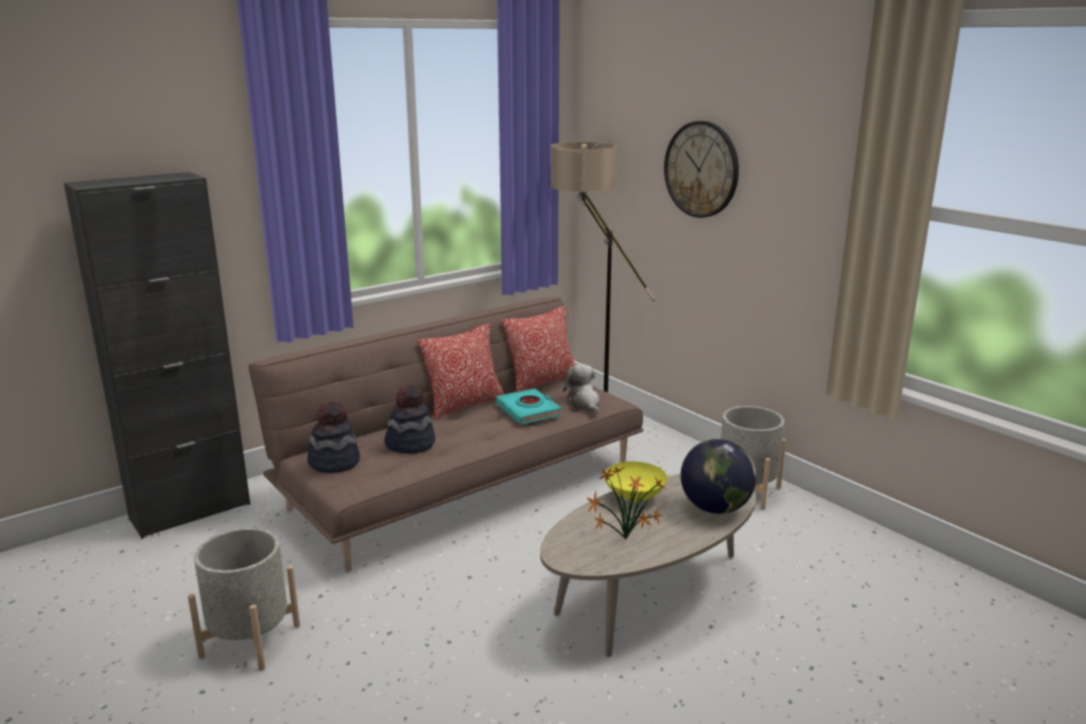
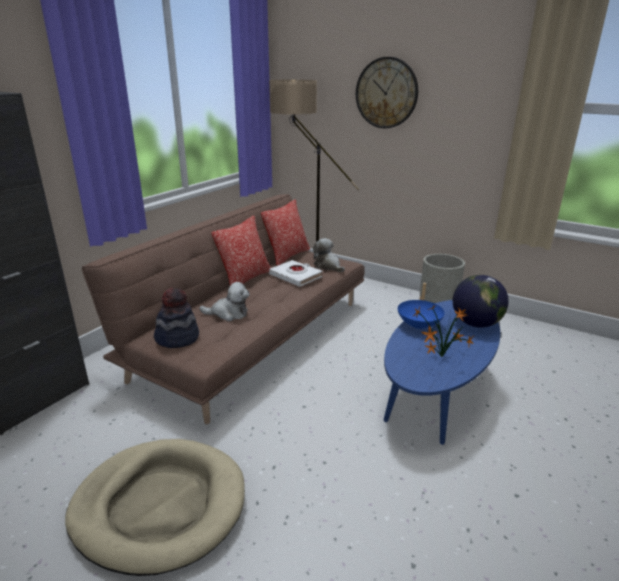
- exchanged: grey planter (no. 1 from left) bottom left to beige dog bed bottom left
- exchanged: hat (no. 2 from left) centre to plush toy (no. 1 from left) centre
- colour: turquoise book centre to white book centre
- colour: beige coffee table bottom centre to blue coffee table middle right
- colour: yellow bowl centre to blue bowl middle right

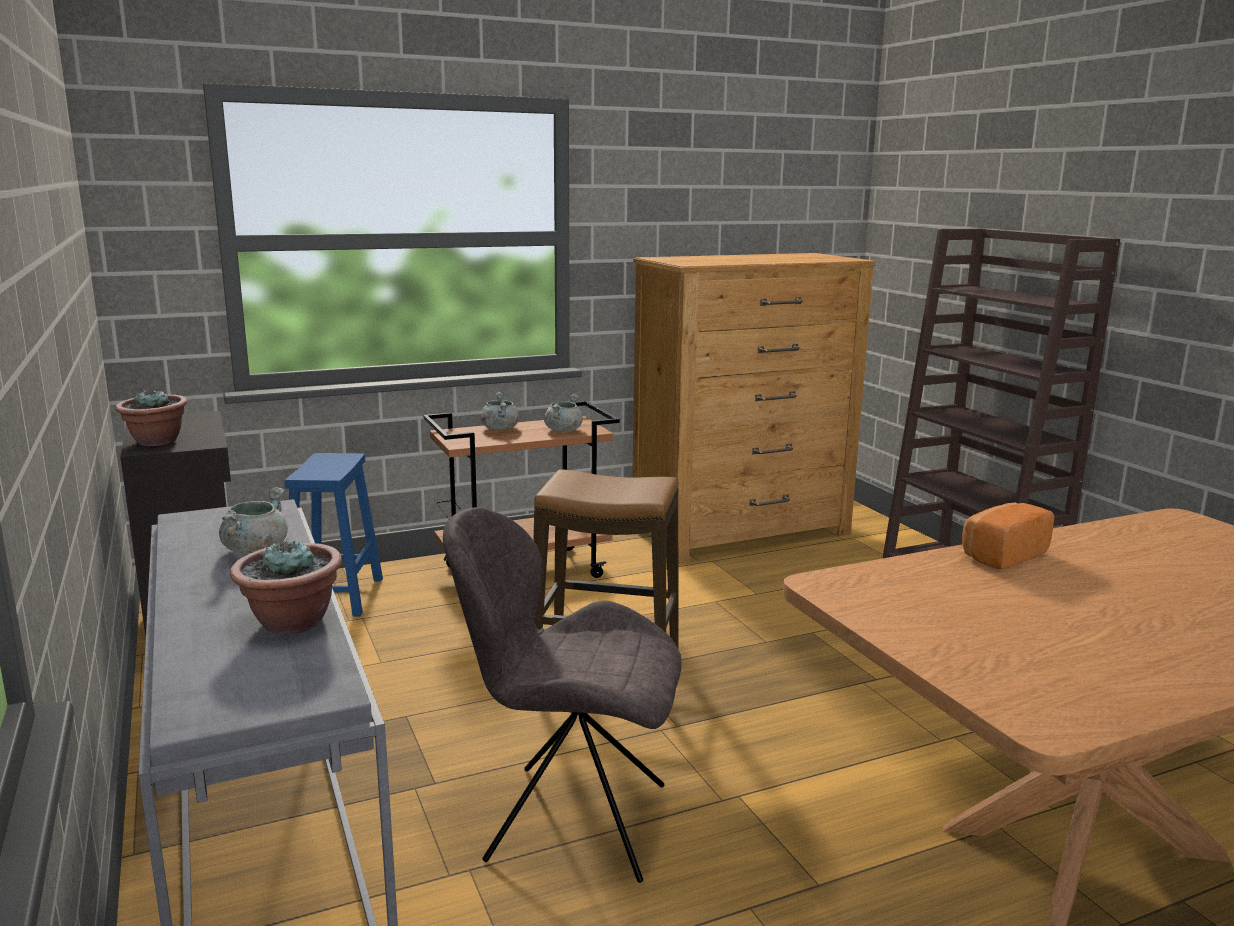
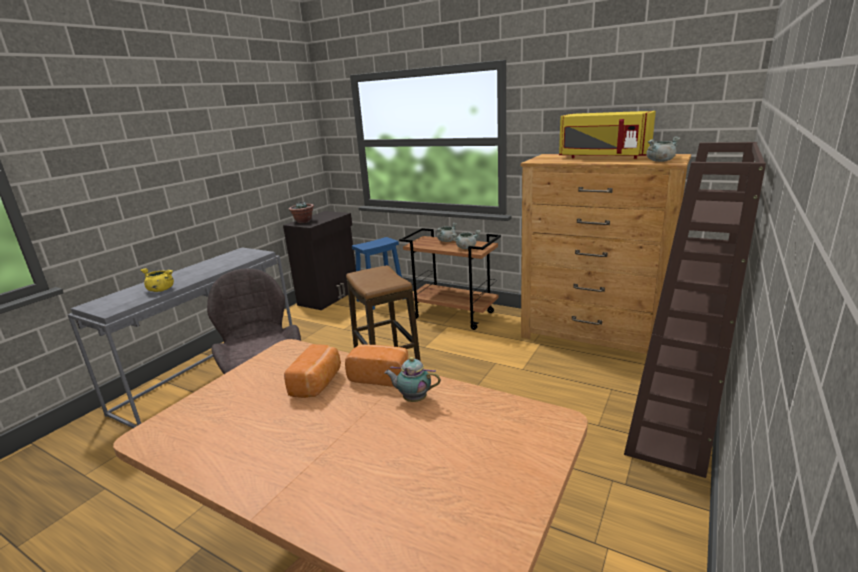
- appeared: bread (no. 1 from left) centre
- appeared: teapot centre
- appeared: yellow microwave top right
- relocated: grey cooking pot (no. 1 from left in the first image) middle left to grey cooking pot (no. 3 from left) top right
- exchanged: potted plant (no. 2 from left) middle left to yellow cooking pot middle left

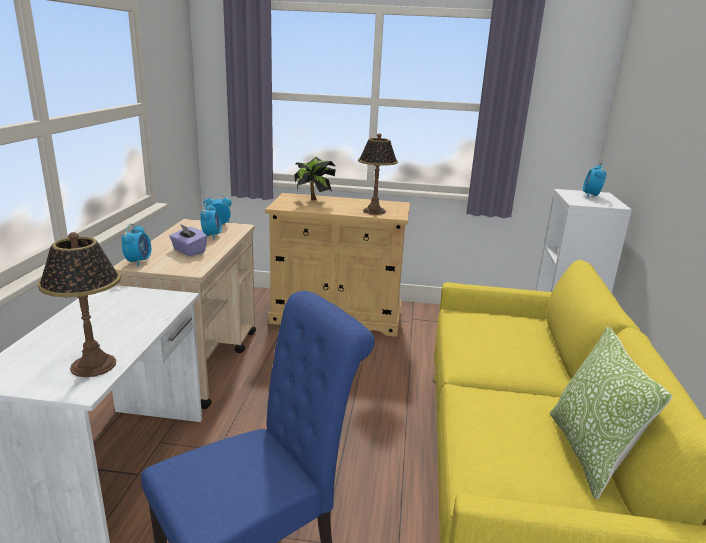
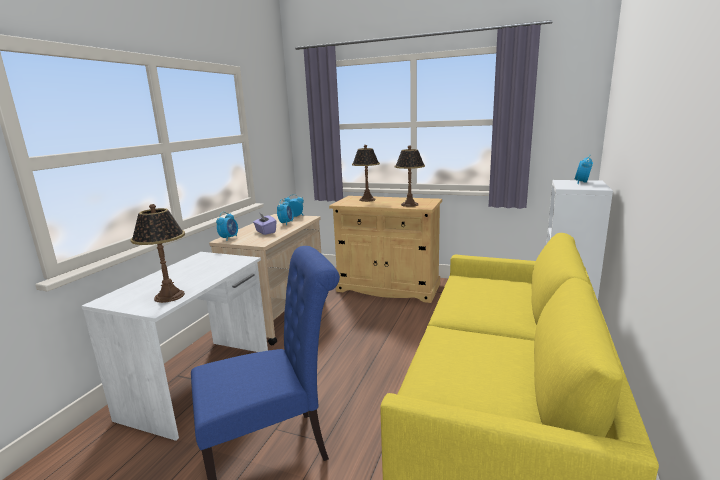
- missing: pillow bottom right
- exchanged: potted plant top centre to table lamp (no. 2 from left) centre

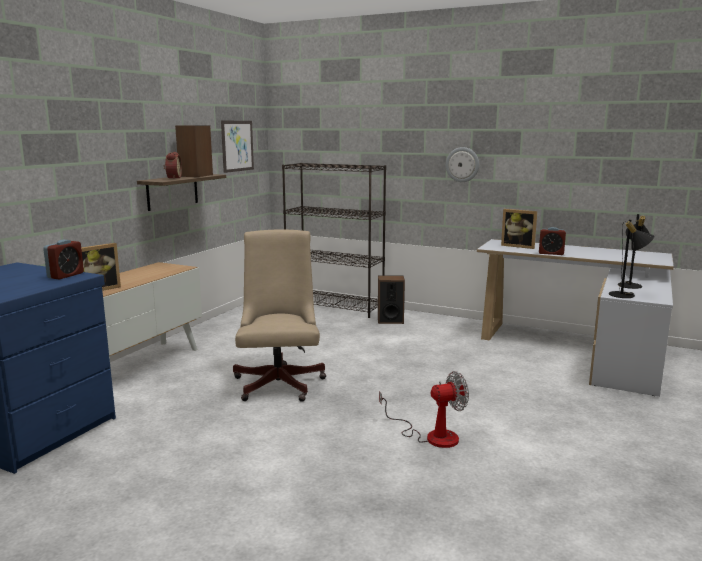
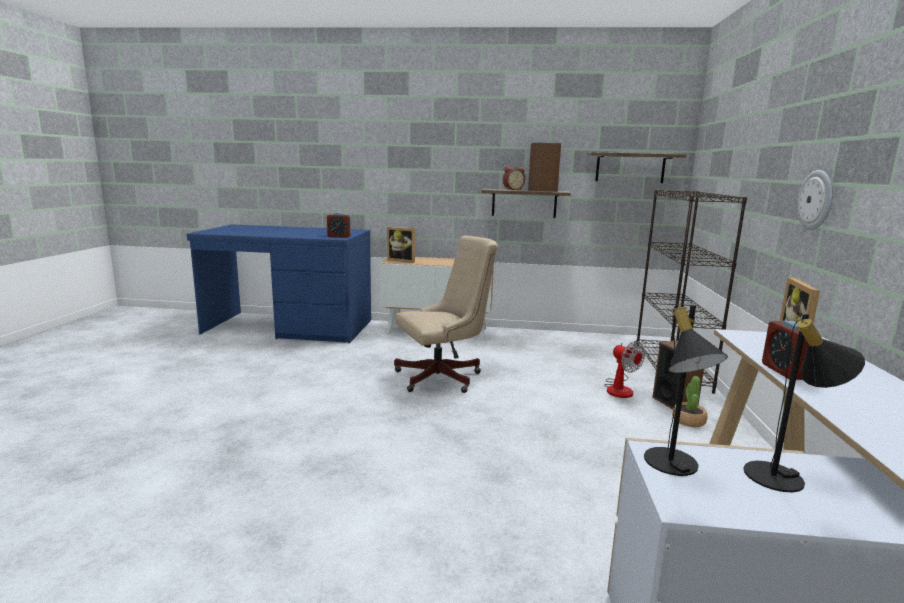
- appeared: potted plant middle right
- relocated: fan bottom centre to middle right
- exchanged: picture top centre to shelf (no. 2 from left) top right

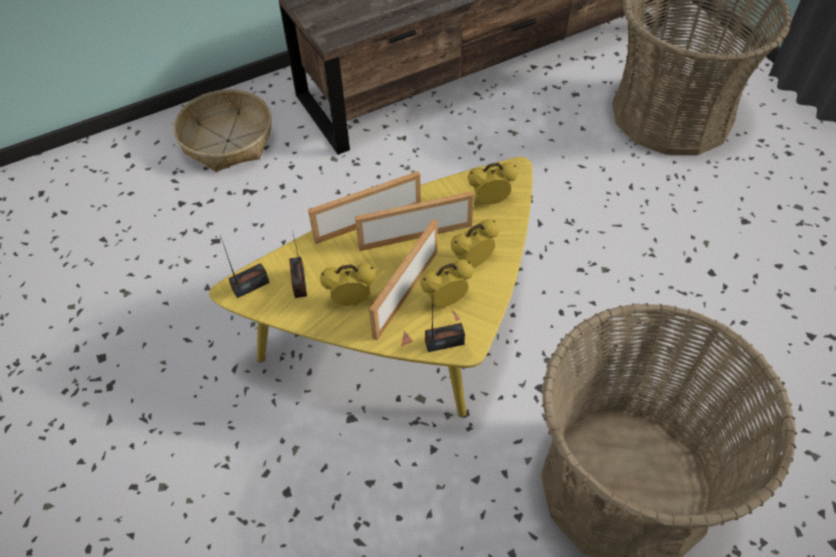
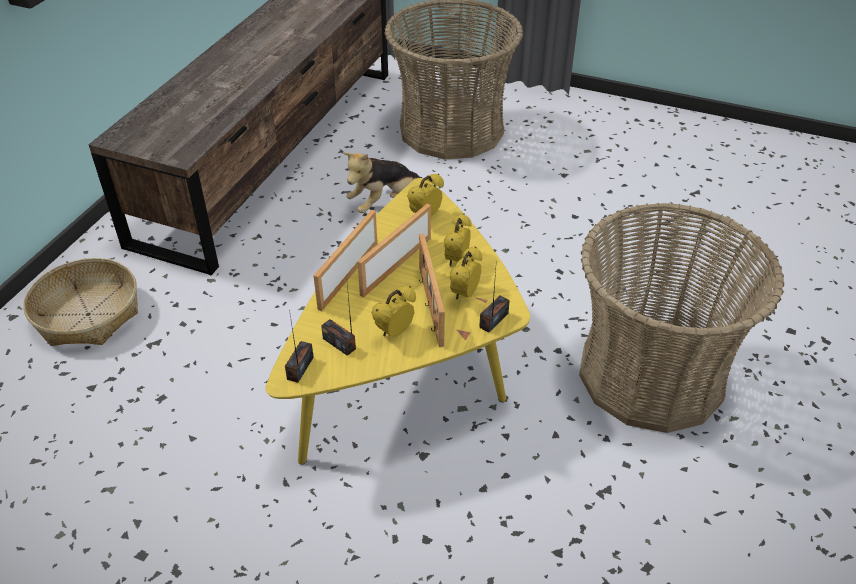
- appeared: plush toy top centre

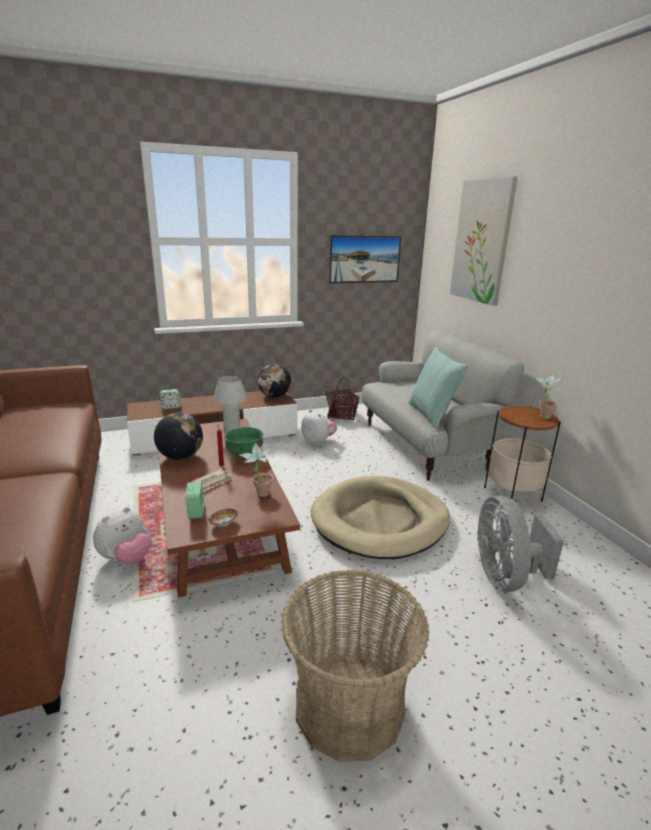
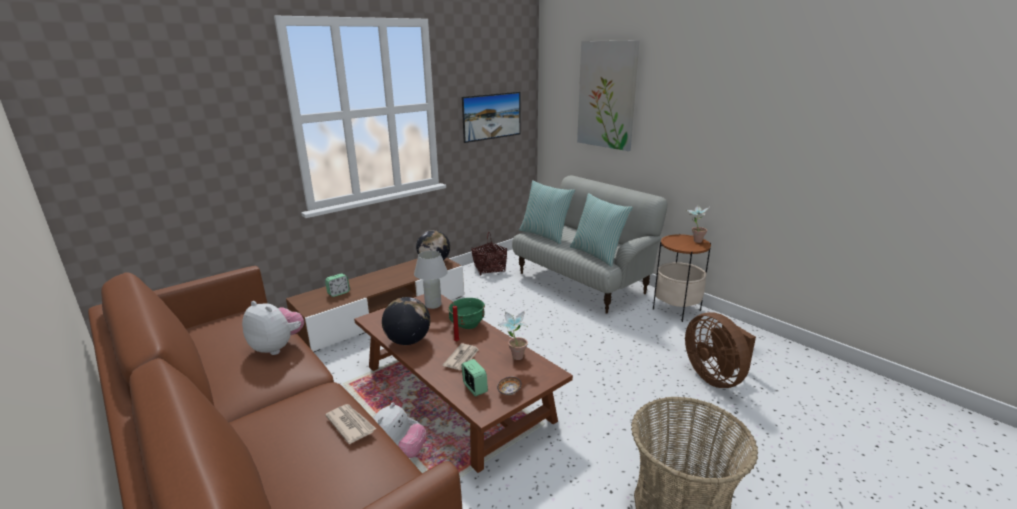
- missing: beige dog bed centre
- appeared: newspaper (no. 1 from left) bottom centre
- appeared: pillow (no. 1 from left) centre
- relocated: plush toy (no. 2 from left in the first image) centre to plush toy (no. 1 from left) middle left
- colour: grey fan middle right to brown fan bottom right

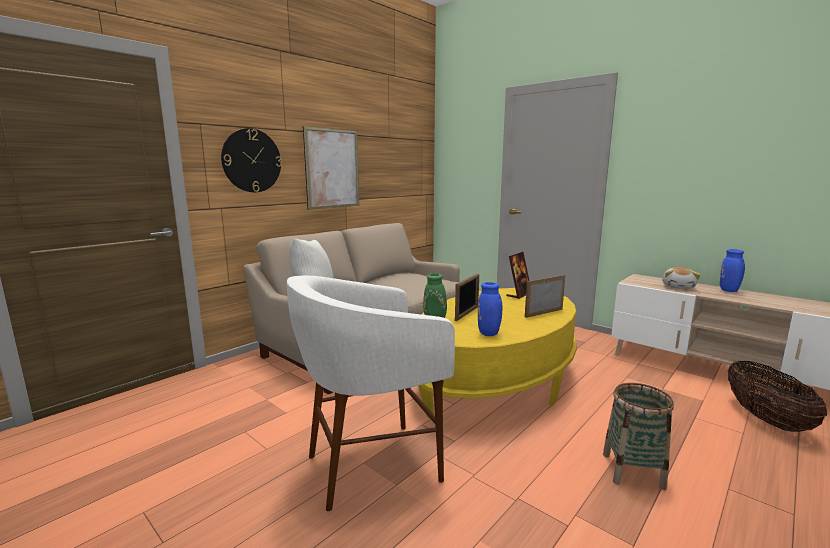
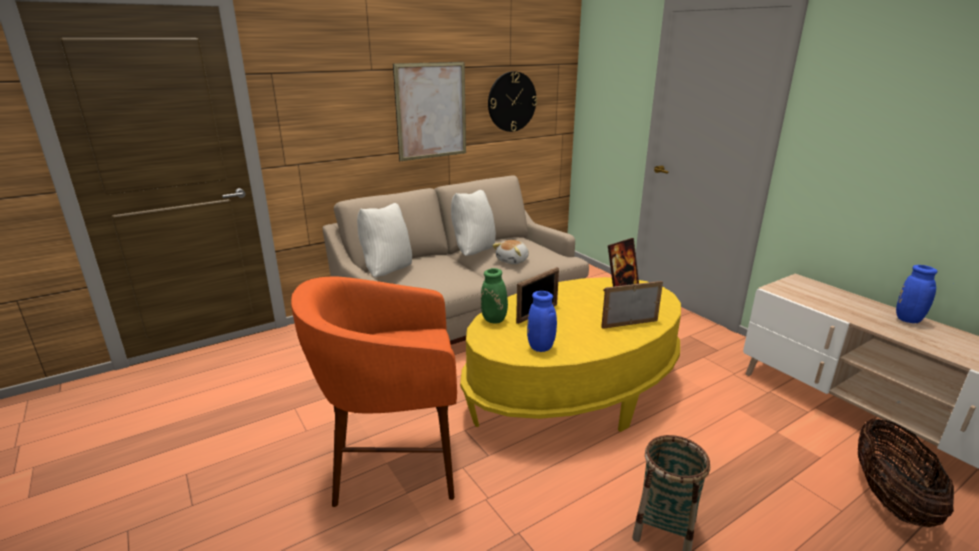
- appeared: white pillow (no. 2 from left) centre
- relocated: wall clock top left to top centre
- relocated: plush toy middle right to centre
- colour: white stool bottom centre to orange stool bottom centre

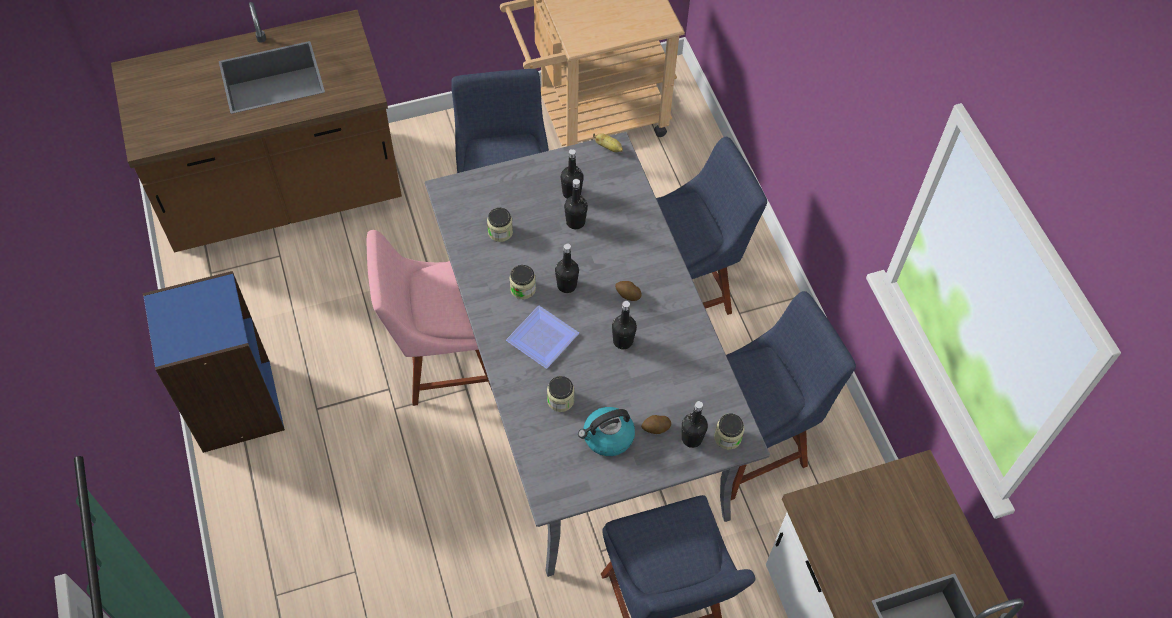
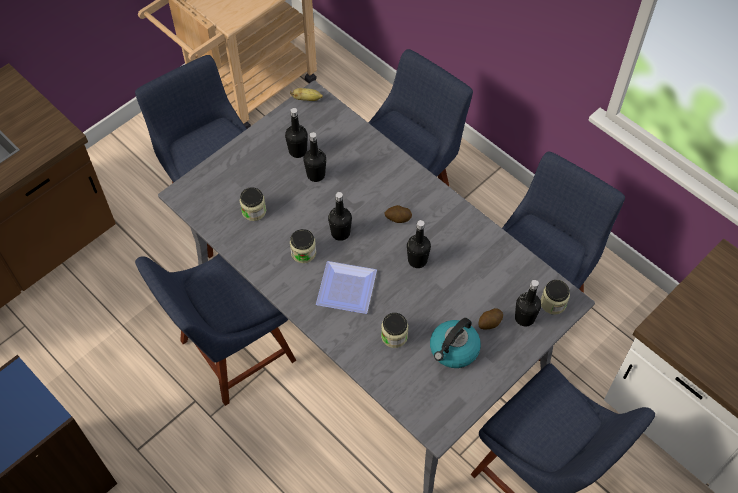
- colour: pink chair centre to blue chair (no. 2 from left) bottom left

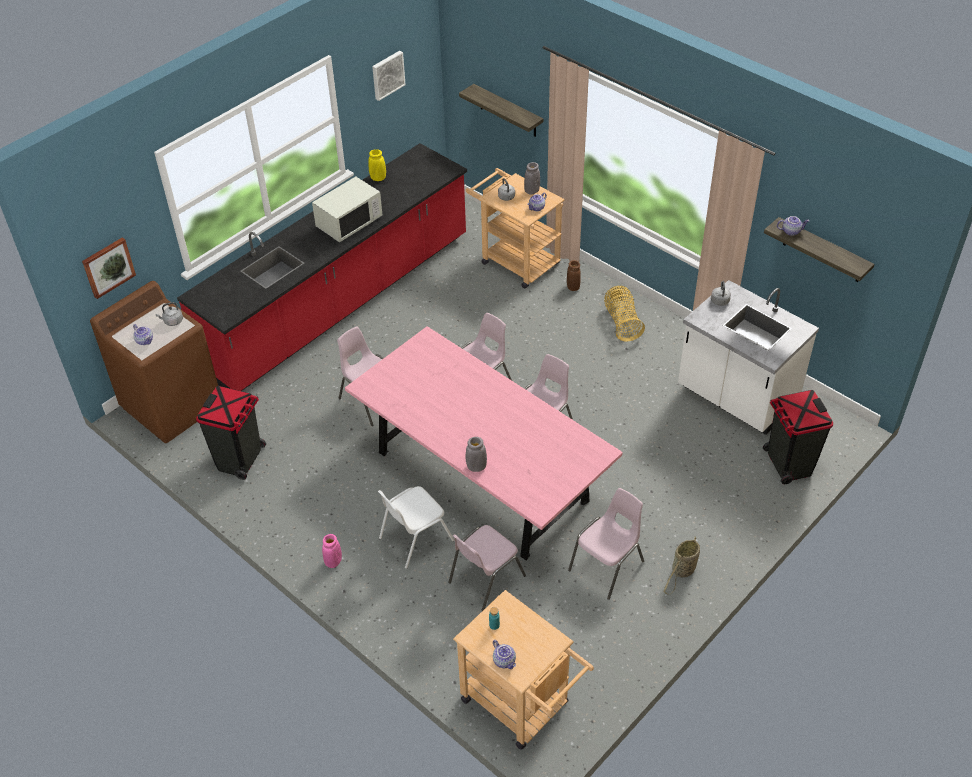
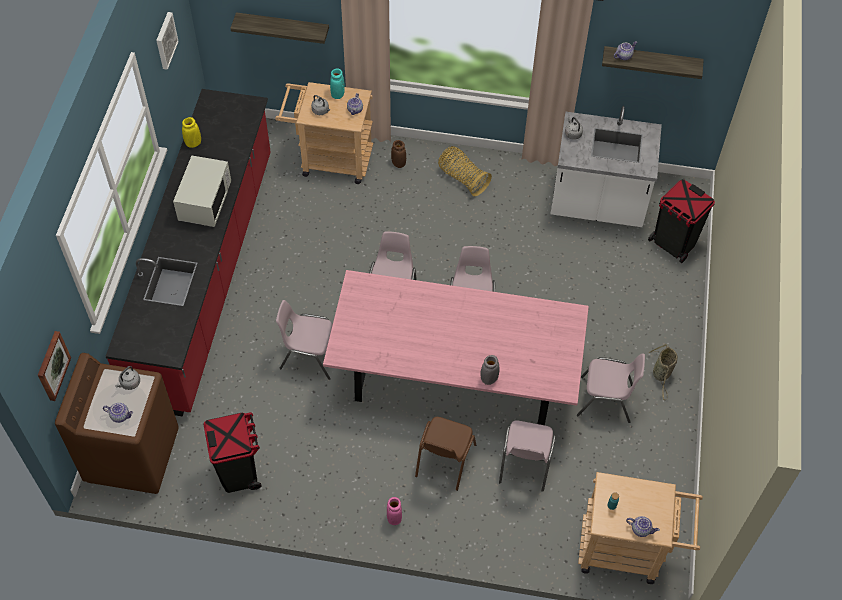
- colour: white chair bottom centre to brown chair bottom centre
- colour: grey vase (no. 2 from left) top centre to turquoise vase top centre
- spun: pink chair (no. 5 from left) bottom centre = middle right 90 degrees clockwise

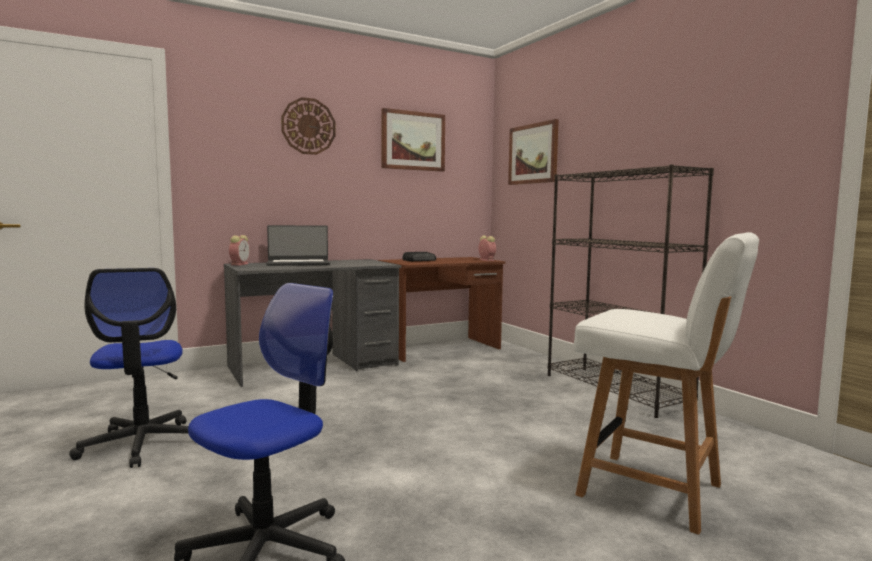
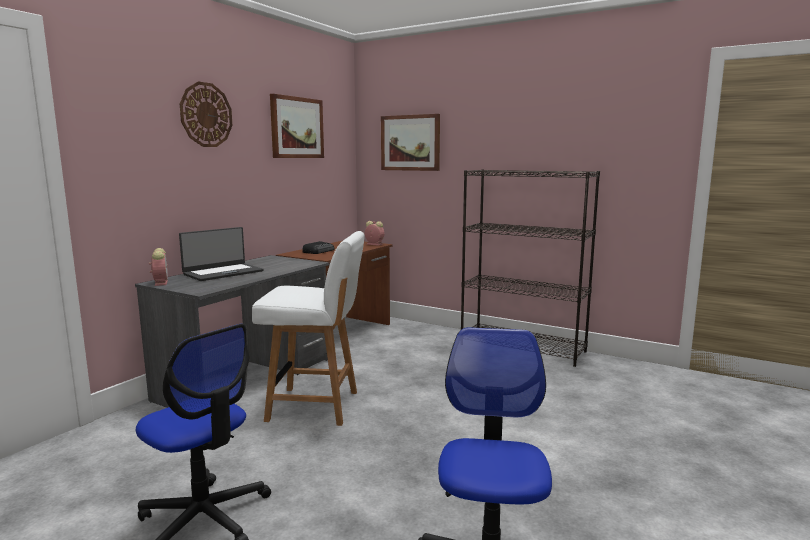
- relocated: white chair bottom right to centre

